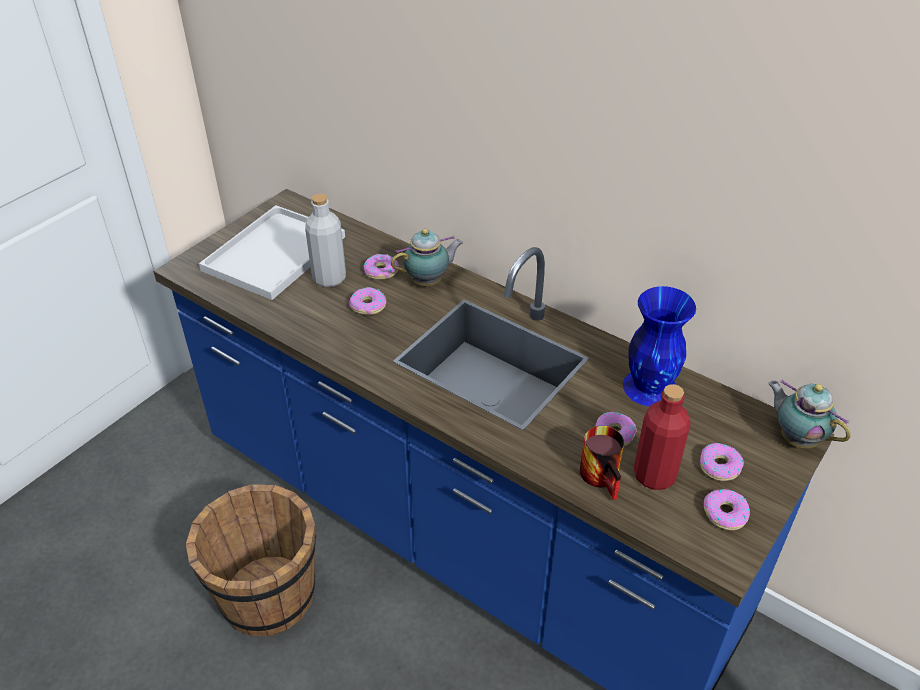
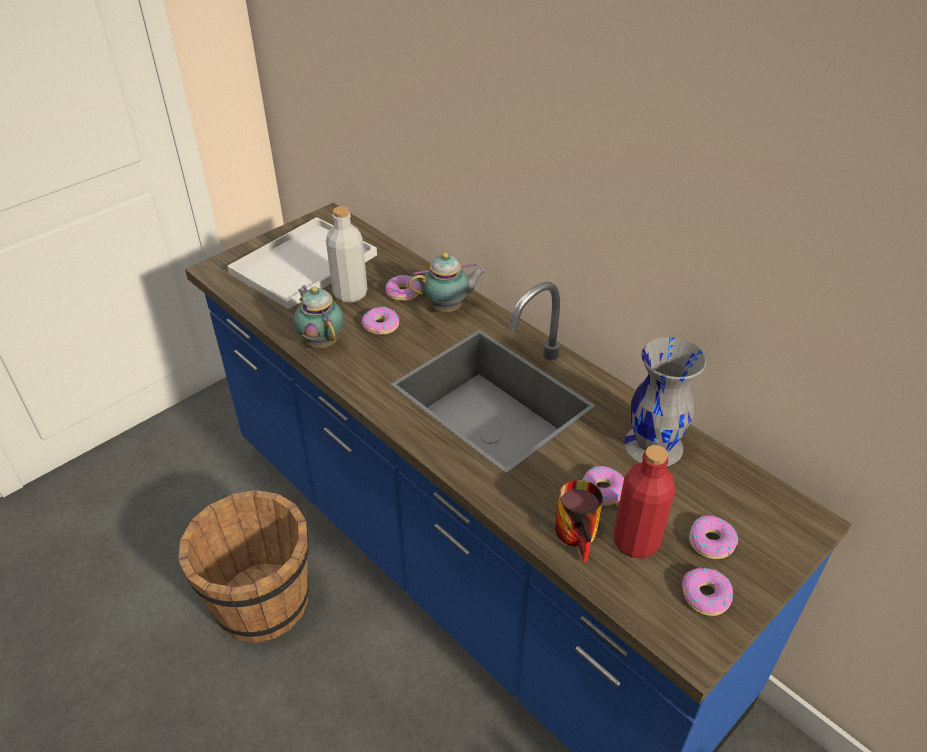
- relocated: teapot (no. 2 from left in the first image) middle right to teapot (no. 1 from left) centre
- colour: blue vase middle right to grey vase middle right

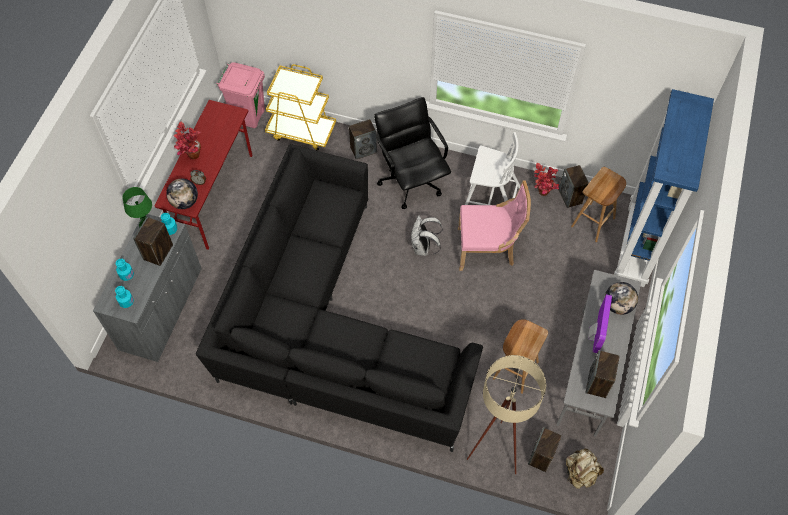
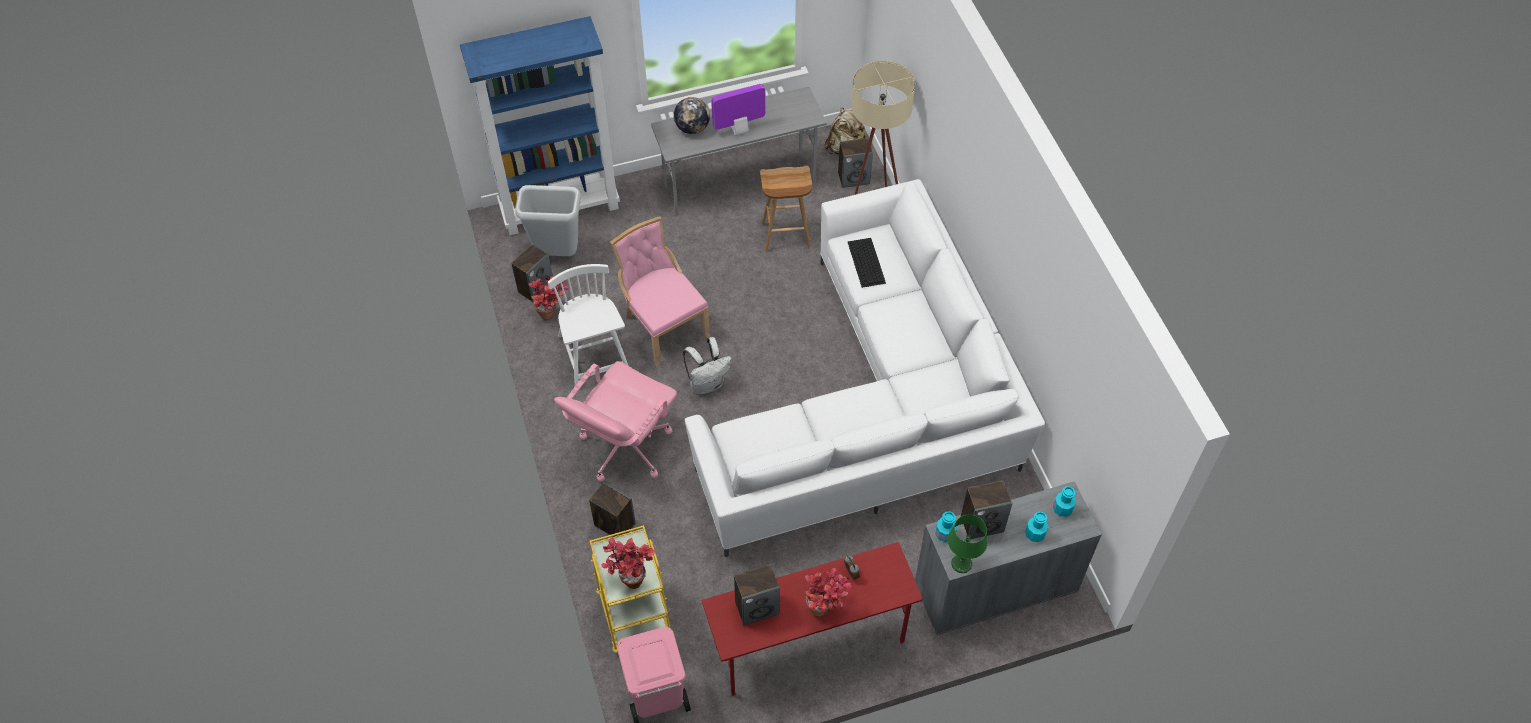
- missing: globe (no. 1 from left) middle left
- appeared: potted plant (no. 2 from left) bottom centre
- appeared: keyboard centre
- relocated: speaker (no. 5 from left in the first image) bottom right to speaker (no. 3 from left) bottom centre
- exchanged: brown stool (no. 2 from left) middle right to grey trash can top centre
- colour: black sofa centre to white sofa centre
- colour: black office chair top centre to pink office chair centre

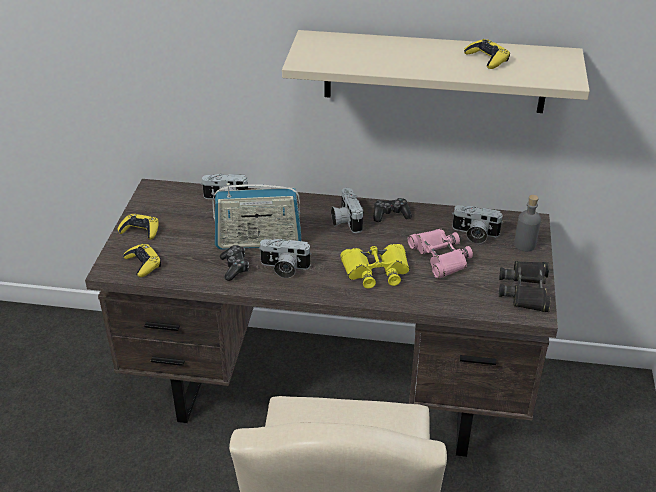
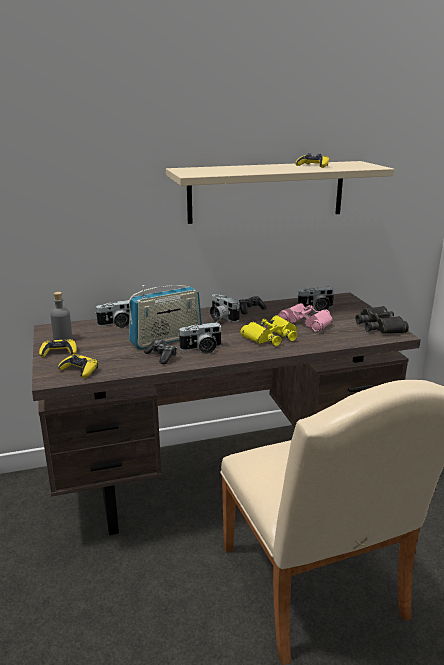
- relocated: grey bottle middle right to middle left

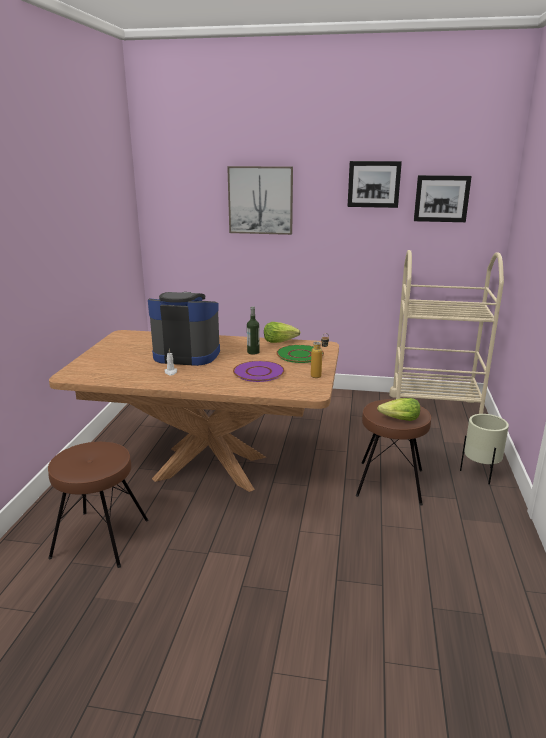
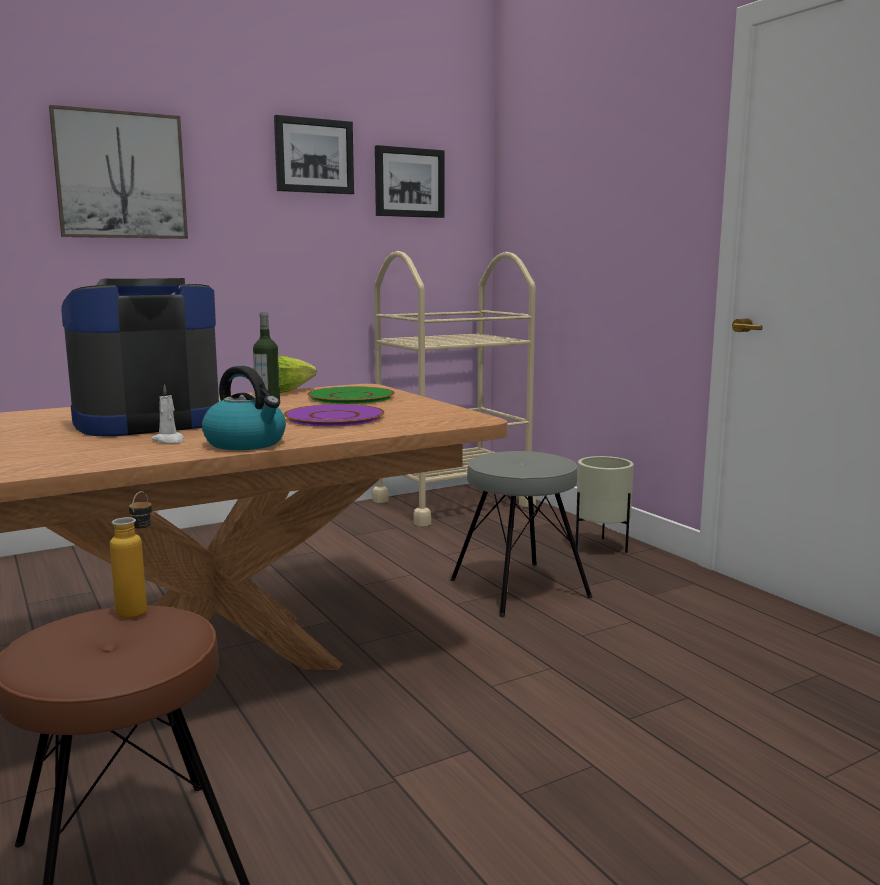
- missing: lettuce (no. 2 from left) middle right
- appeared: kettle middle left
- relocated: bottle (no. 2 from left in the first image) centre to bottle (no. 1 from left) middle left
- colour: brown stool (no. 2 from left) middle right to grey stool centre

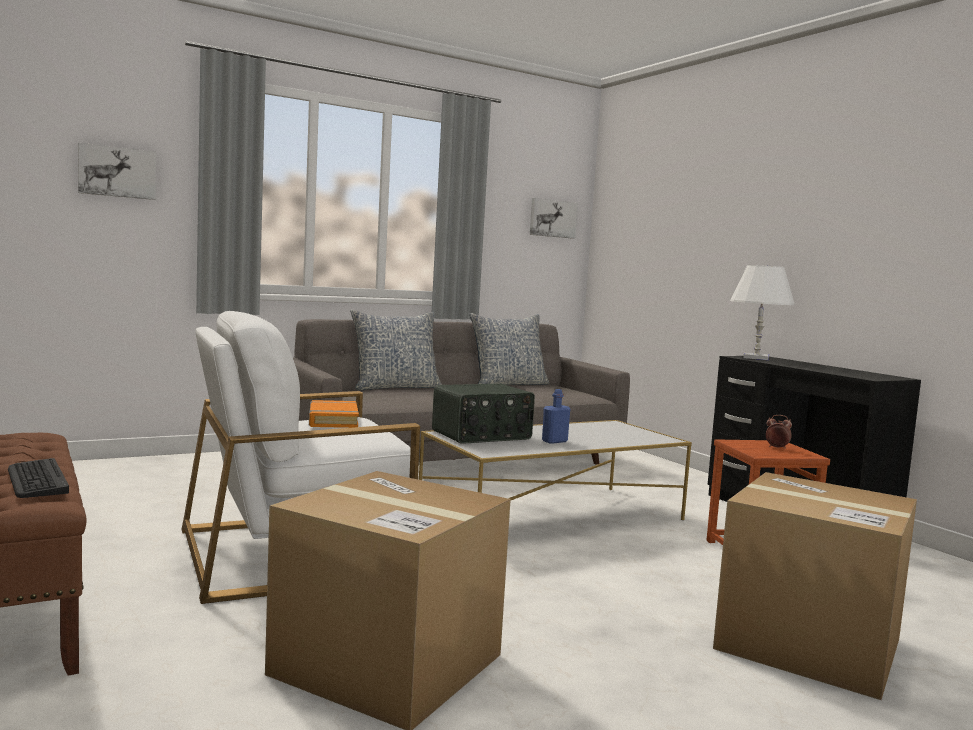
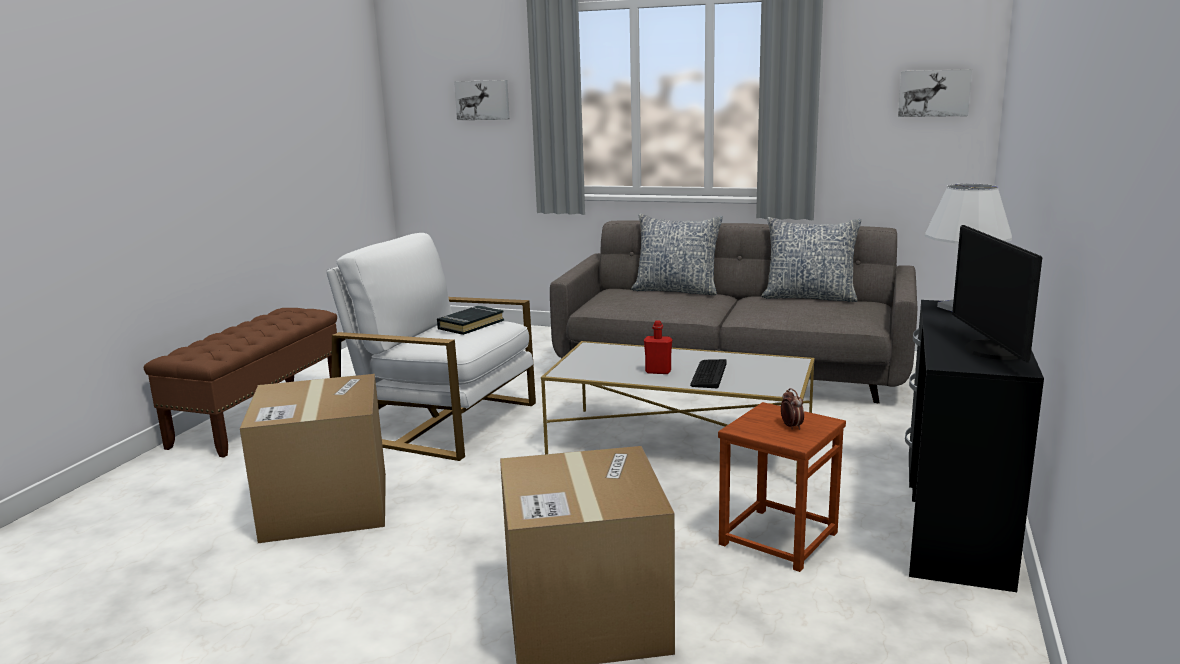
- missing: radio centre
- appeared: monitor middle right
- relocated: keyboard middle left to centre
- colour: orange book centre to black book centre
- colour: blue bottle centre to red bottle centre

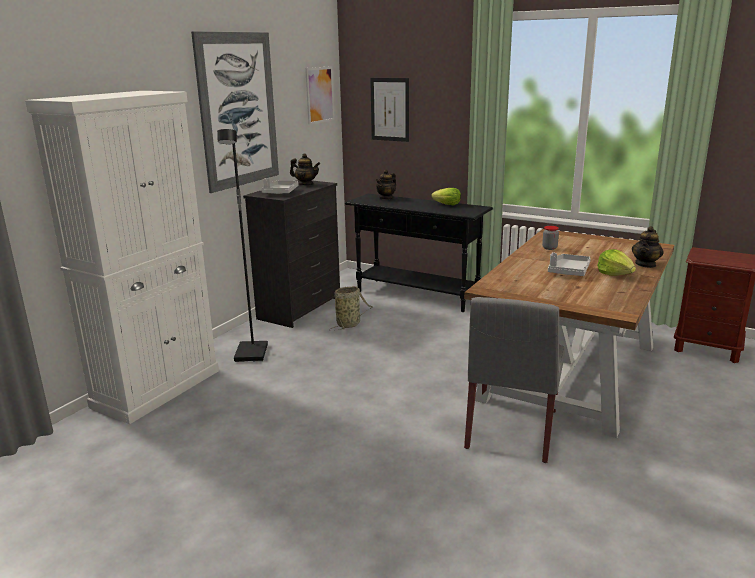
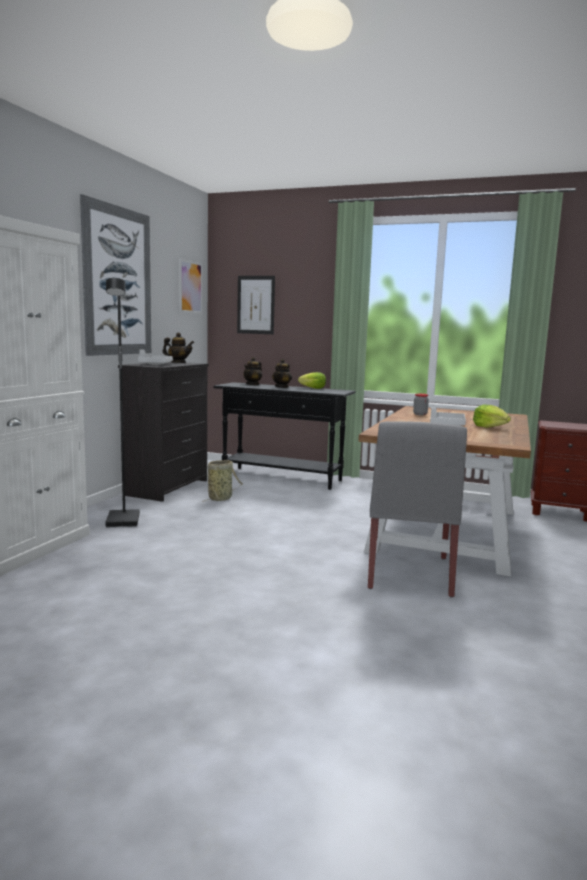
- relocated: teapot (no. 3 from left) middle right to centre

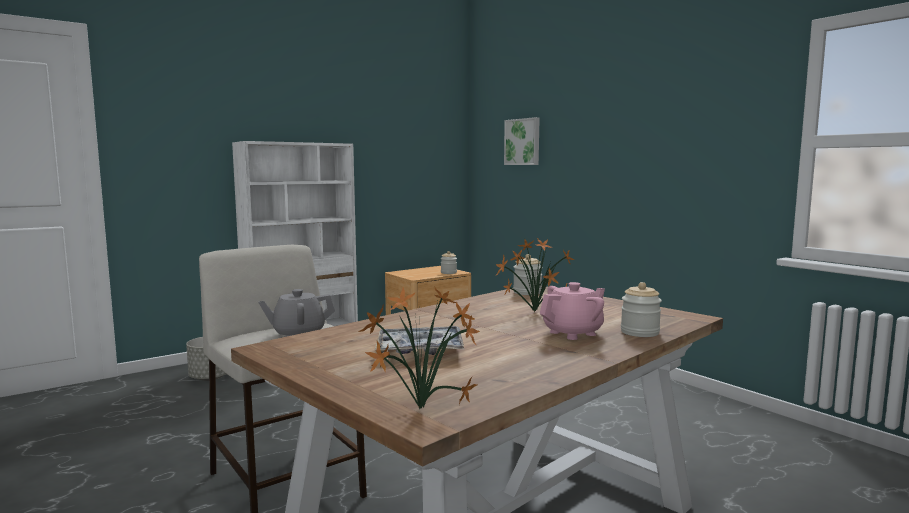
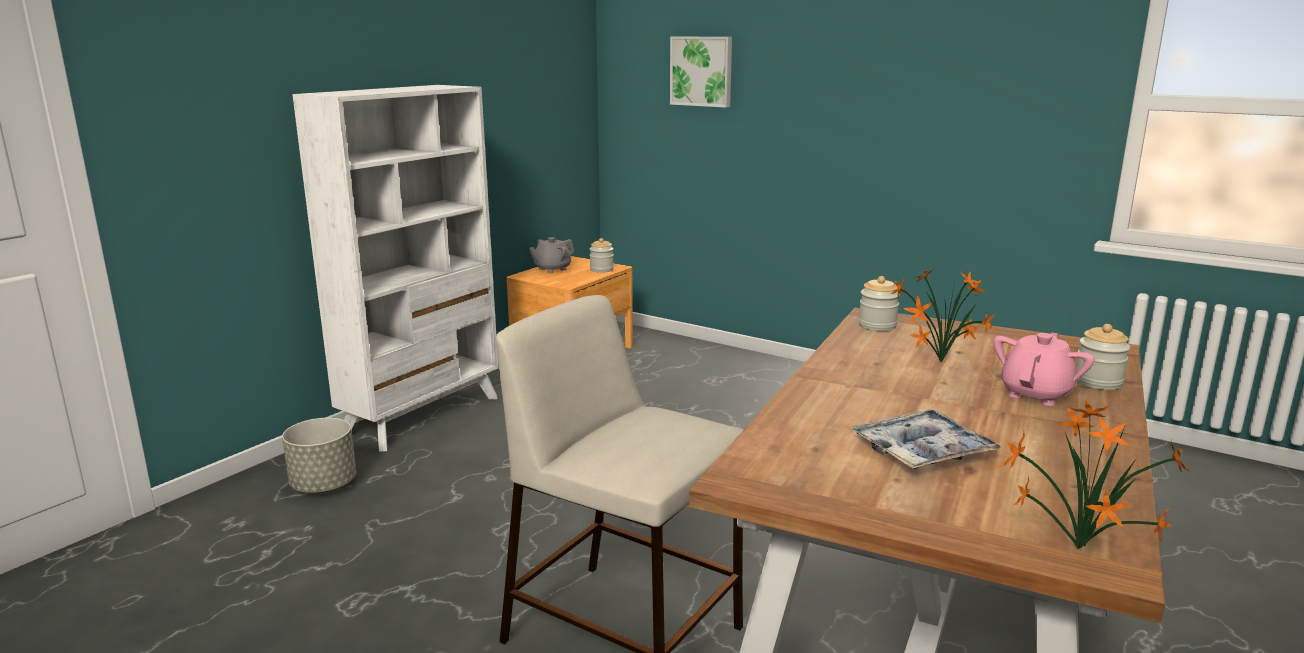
- relocated: grey teapot middle left to centre

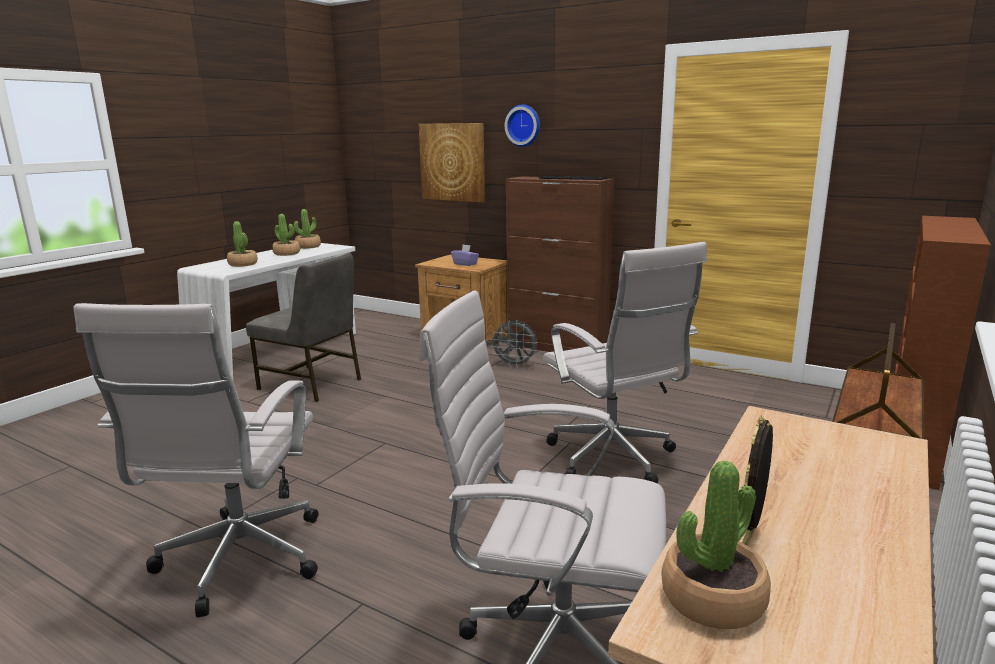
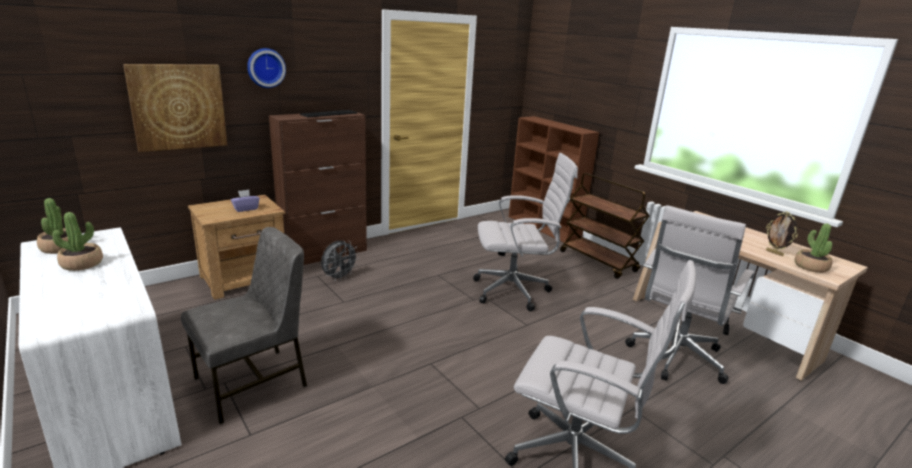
- missing: potted plant (no. 1 from left) middle left

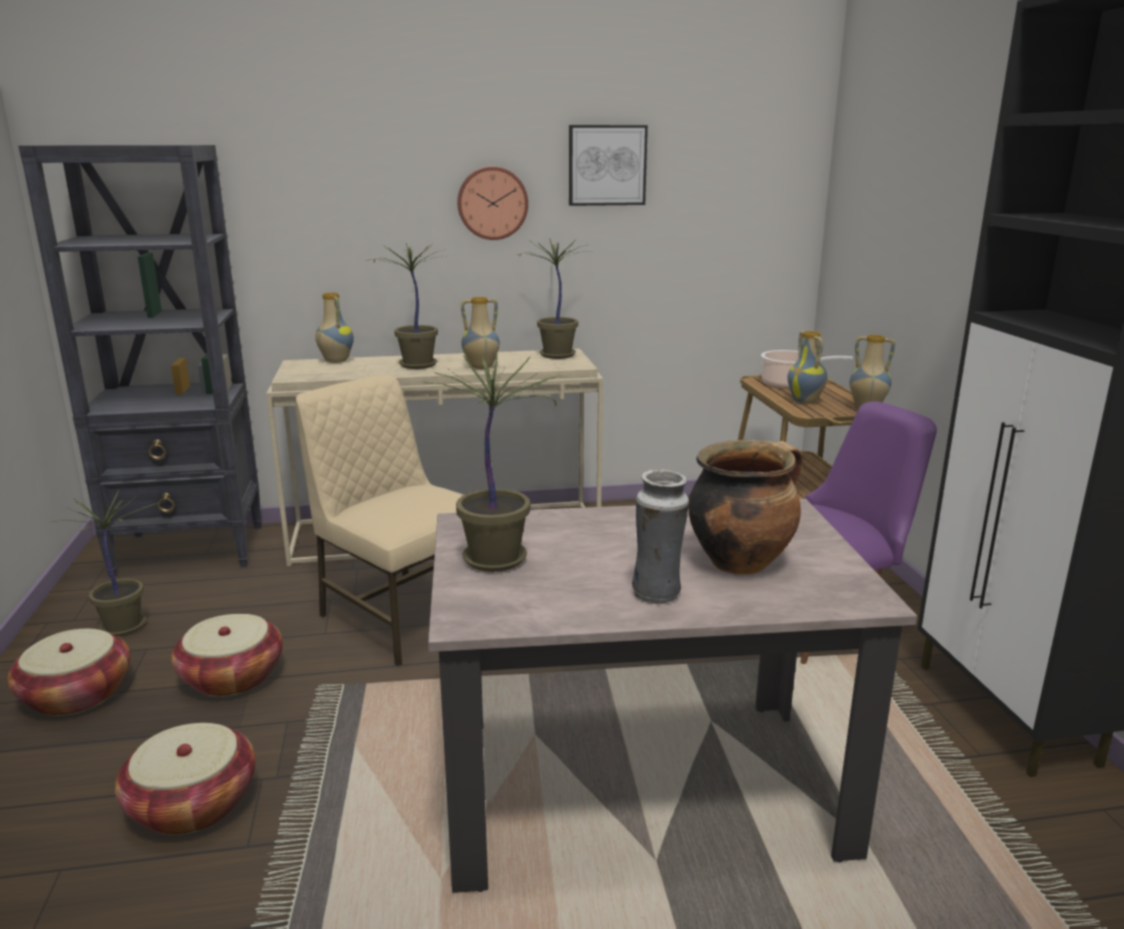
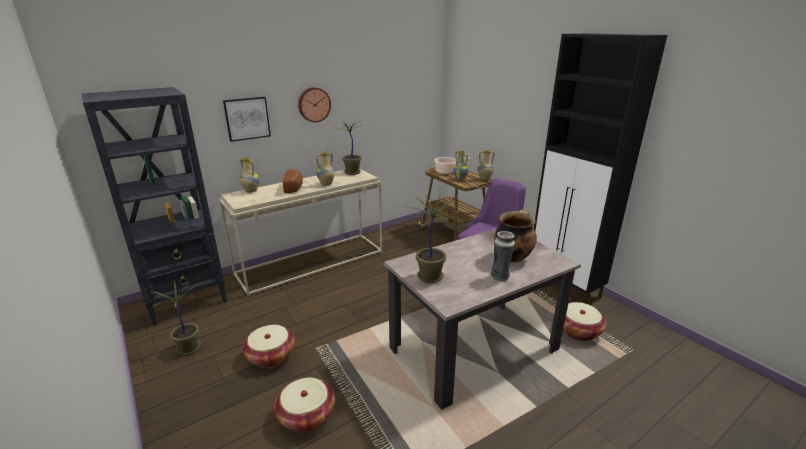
- missing: beige chair centre
- relocated: basket (no. 1 from left in the first image) bottom left to basket (no. 3 from left) bottom right
- relocated: picture top centre to top left
- exchanged: potted plant (no. 2 from left) top centre to bread centre

